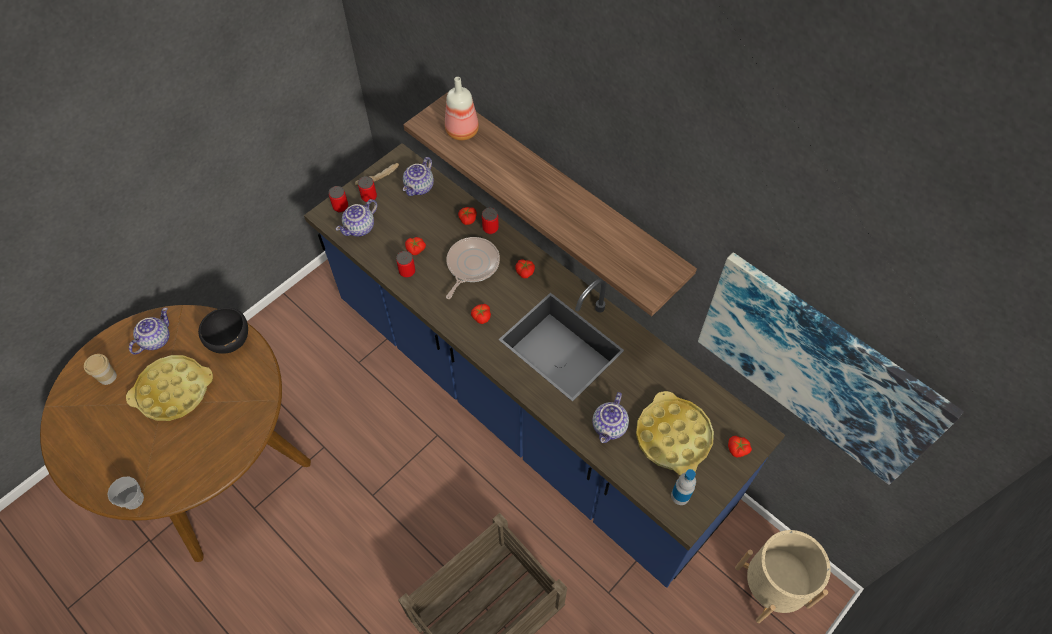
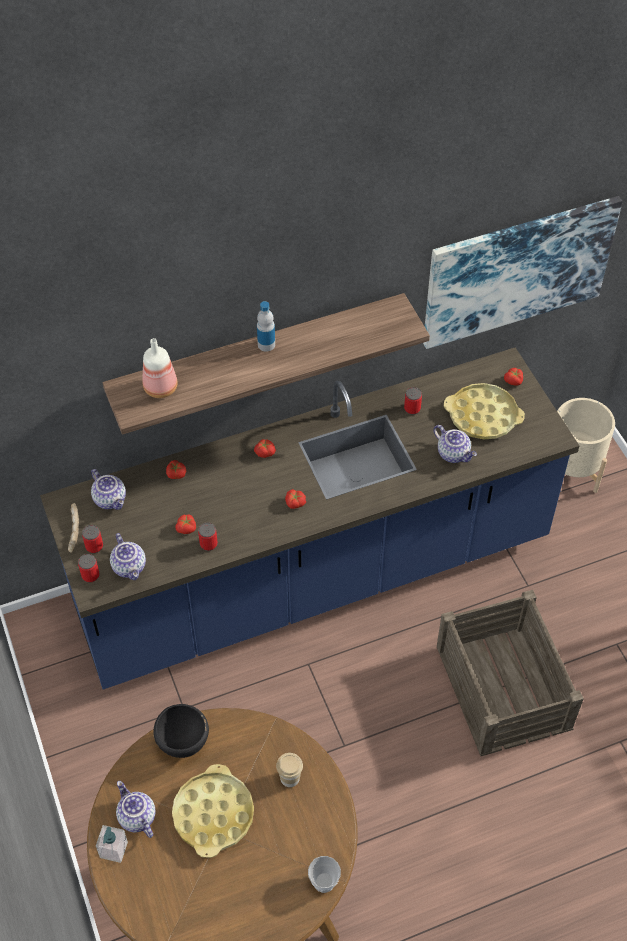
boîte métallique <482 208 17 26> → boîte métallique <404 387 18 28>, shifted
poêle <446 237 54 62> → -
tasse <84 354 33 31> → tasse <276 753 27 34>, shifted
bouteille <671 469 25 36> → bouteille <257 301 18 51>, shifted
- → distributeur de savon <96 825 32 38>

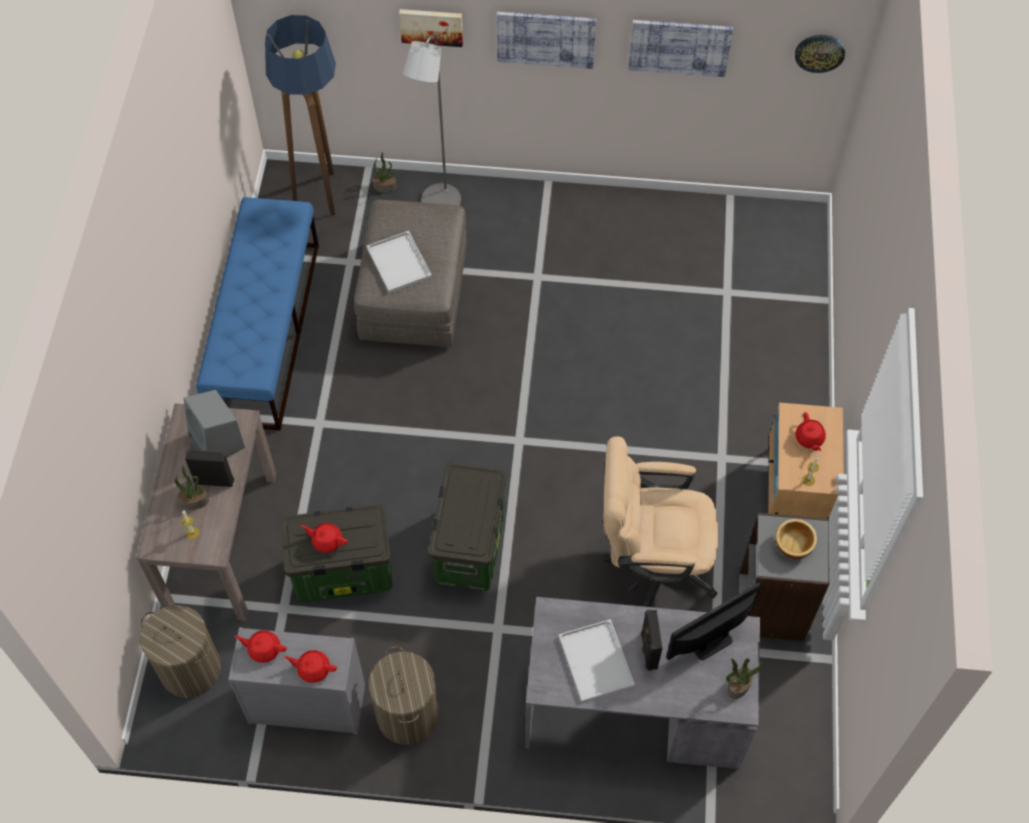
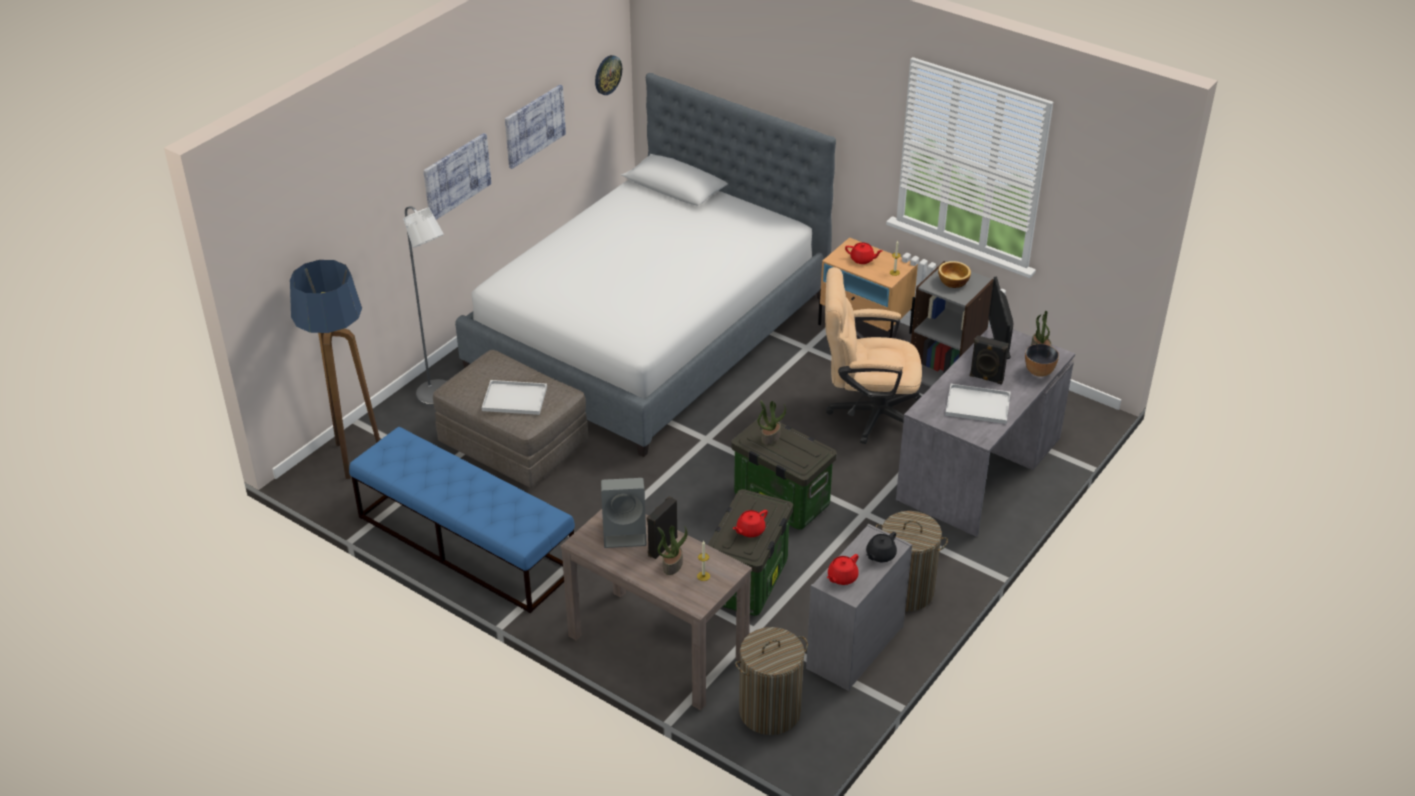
tableau <399 9 64 38> → -
plante en pot <372 152 24 41> → plante en pot <757 401 29 44>, shifted
chaise de bureau (beige) <604 436 114 171> → chaise de bureau (beige) <825 267 97 177>, 60 degrees clockwise
théière (rouge) <284 650 53 33> → théière (noir) <866 532 31 30>
- → lit <455 73 381 384>
- → bol <1025 344 34 33>

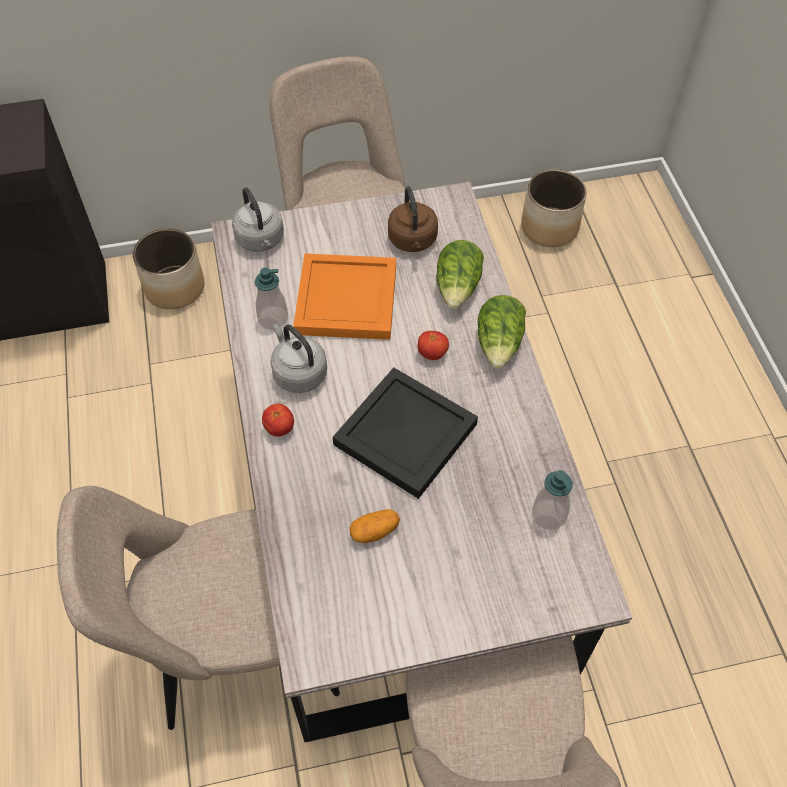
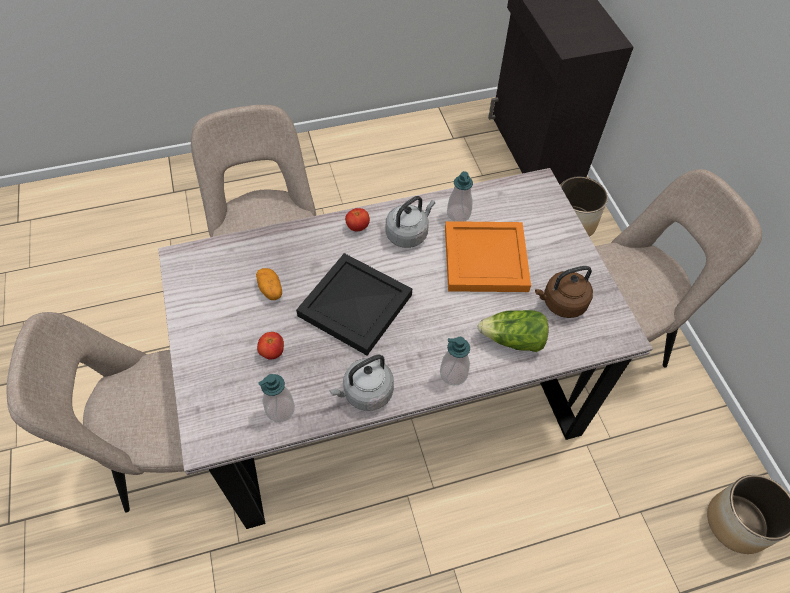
bouilloire (gris) <232 187 52 65> → bouilloire (gris) <330 355 64 56>, shifted
laitue <478 295 48 74> → distributeur de savon <440 337 30 49>
tomate <418 331 31 29> → tomate <257 332 27 27>, shifted

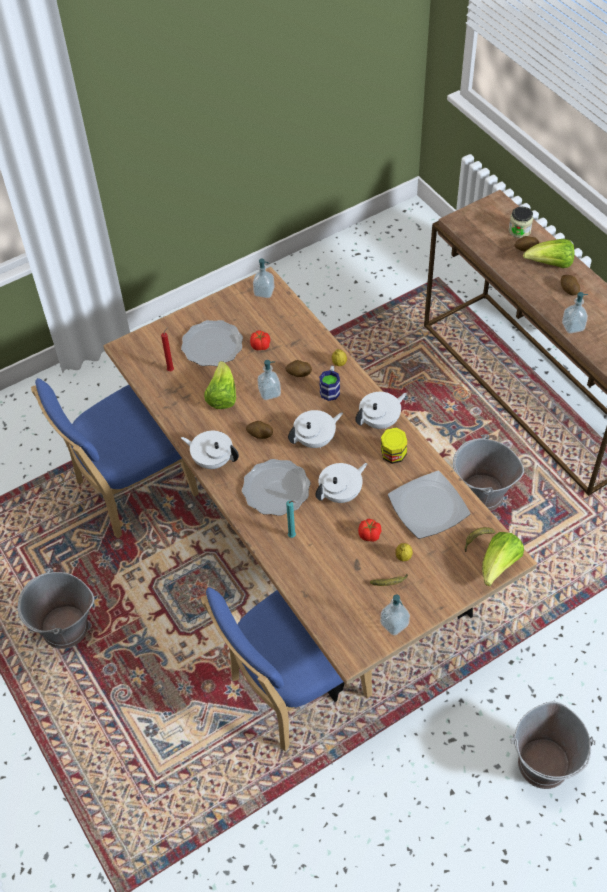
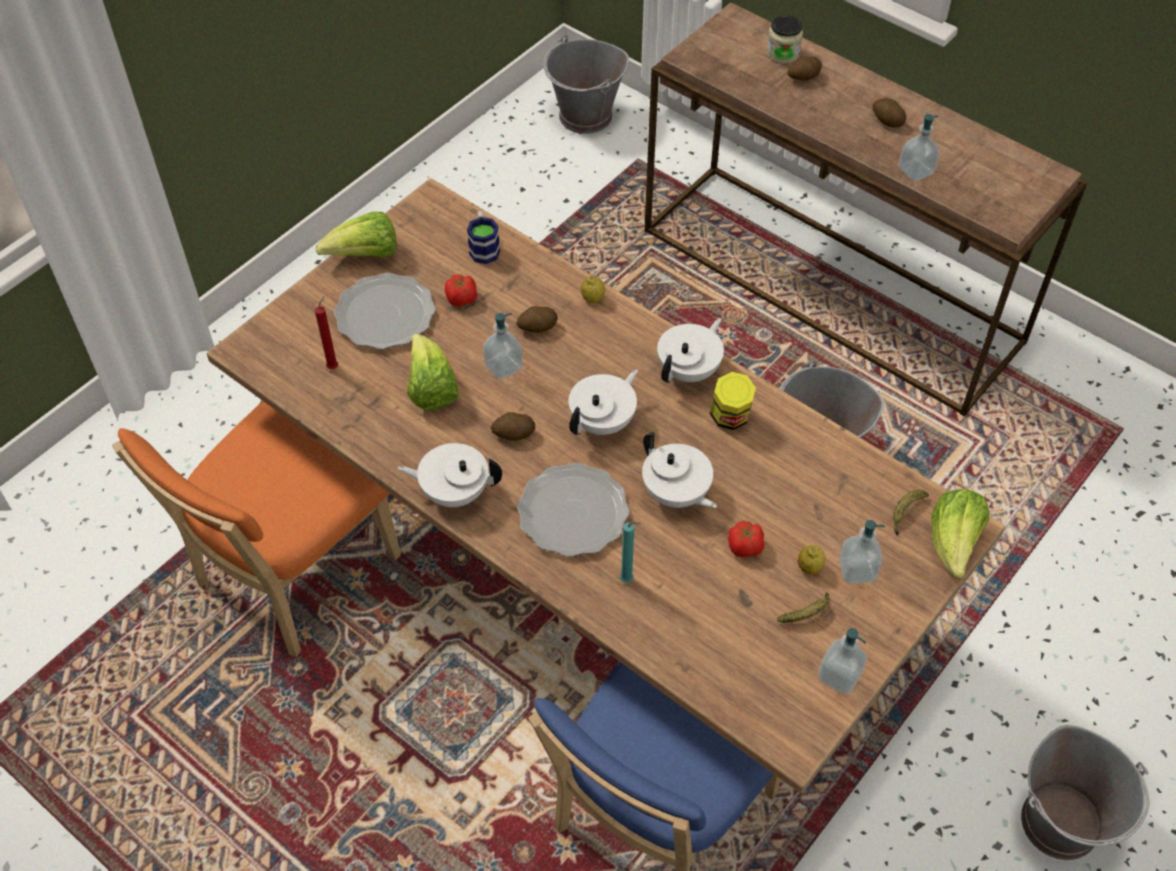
laitue <523 239 52 29> → laitue <316 212 81 46>, shifted
distributeur de savon <253 259 21 39> → distributeur de savon <839 520 46 64>, shifted
mug <319 366 21 35> → mug <467 211 33 53>, shifted
chaise (bleu) <31 378 168 161> → chaise (orange) <112 401 289 256>
théière (blanc) <315 463 52 40> → théière (blanc) <642 432 75 76>, 105 degrees clockwise
assiette <388 471 82 68> → -
seau (gris) <18 568 76 81> → seau (gris) <543 35 86 99>, shifted

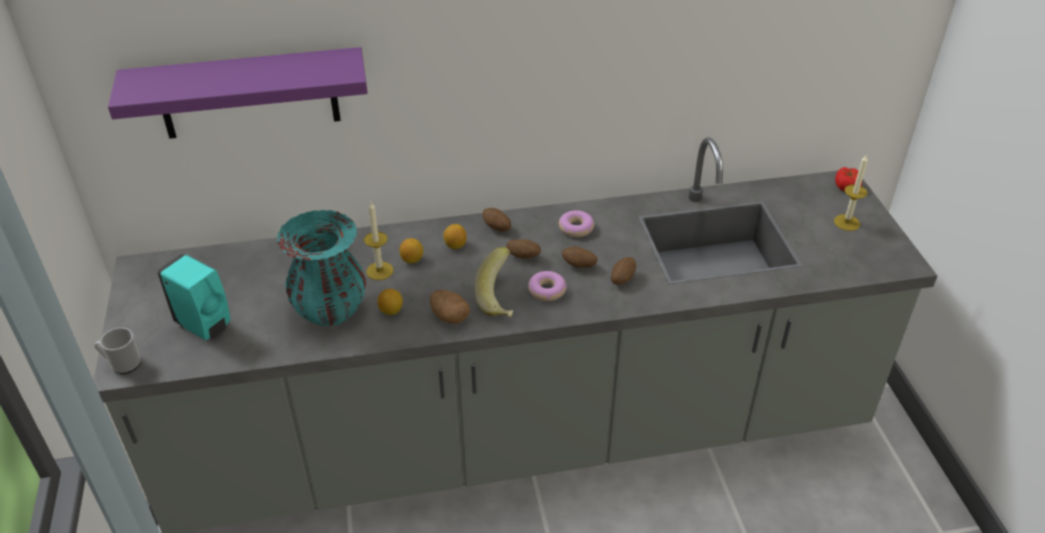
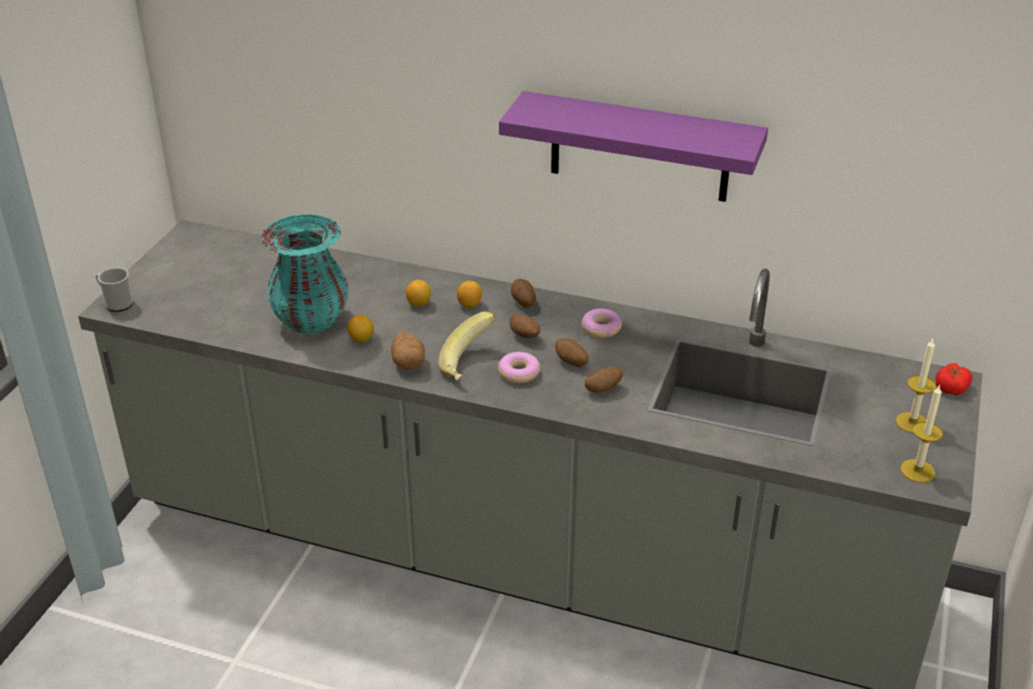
étagère (violet) <108 47 260 92> → étagère (violet) <499 91 269 111>, shifted
bougie <364 202 29 78> → bougie <900 384 43 99>, shifted
distributeur de savon (turquoise) <157 254 73 86> → -

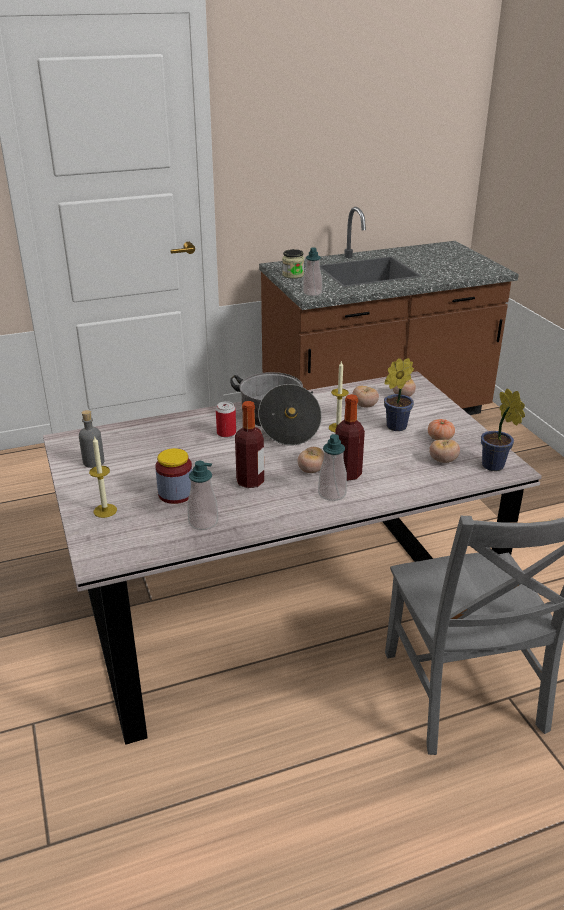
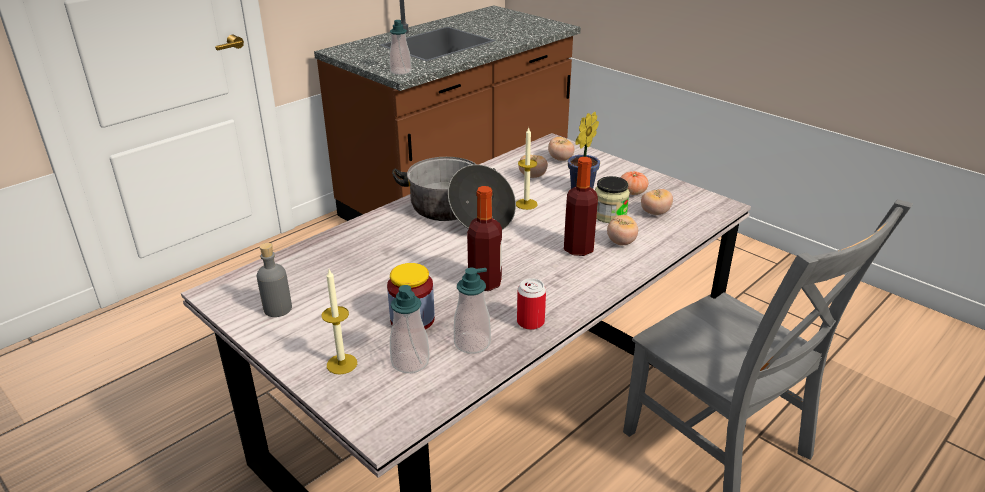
bocal <282 249 22 30> → bocal <595 176 35 47>, shifted
plante en pot <481 388 44 83> → -
boîte métallique <216 401 20 37> → boîte métallique <517 278 29 52>, shifted
distributeur de savon <318 434 29 67> → distributeur de savon <390 285 40 88>, shifted
tomate <298 447 26 26> → tomate <607 215 31 30>, shifted

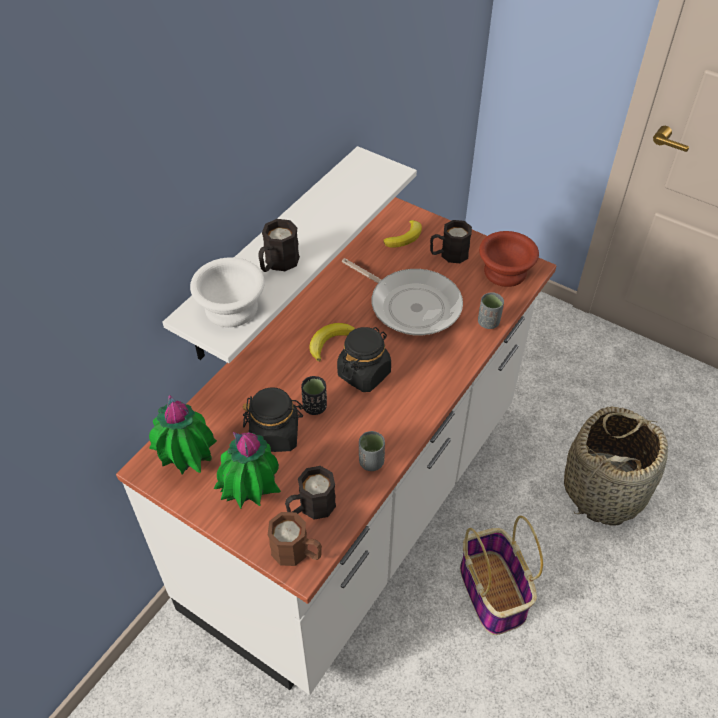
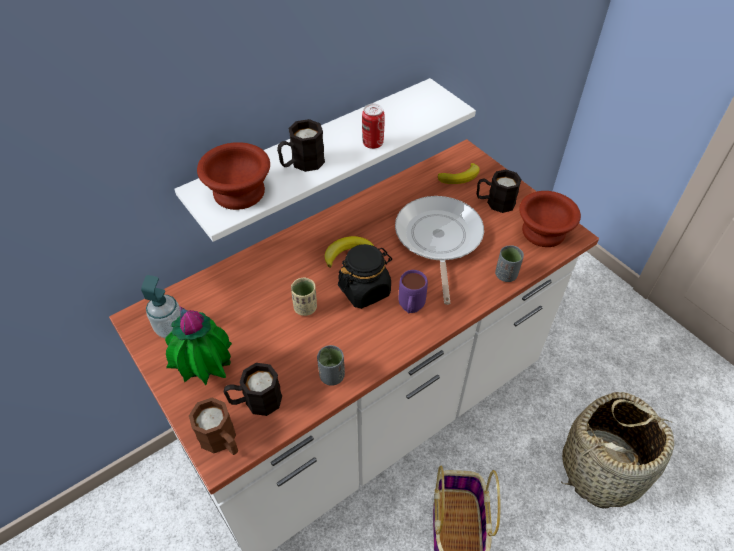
bol (blanc) <190 257 75 70> → bol (marron) <197 142 73 68>
poêle <342 258 121 78> → poêle <395 196 89 109>, 150 degrees counterclockwise
tasse (noir) <301 376 26 39> → tasse (beige) <291 278 26 38>
bocal (noir) <243 387 61 65> → -
plante en pot <149 395 68 79> → distributeur de savon <141 275 39 63>
- → boîte métallique <362 104 23 45>
- → mug (violet) <399 270 29 43>

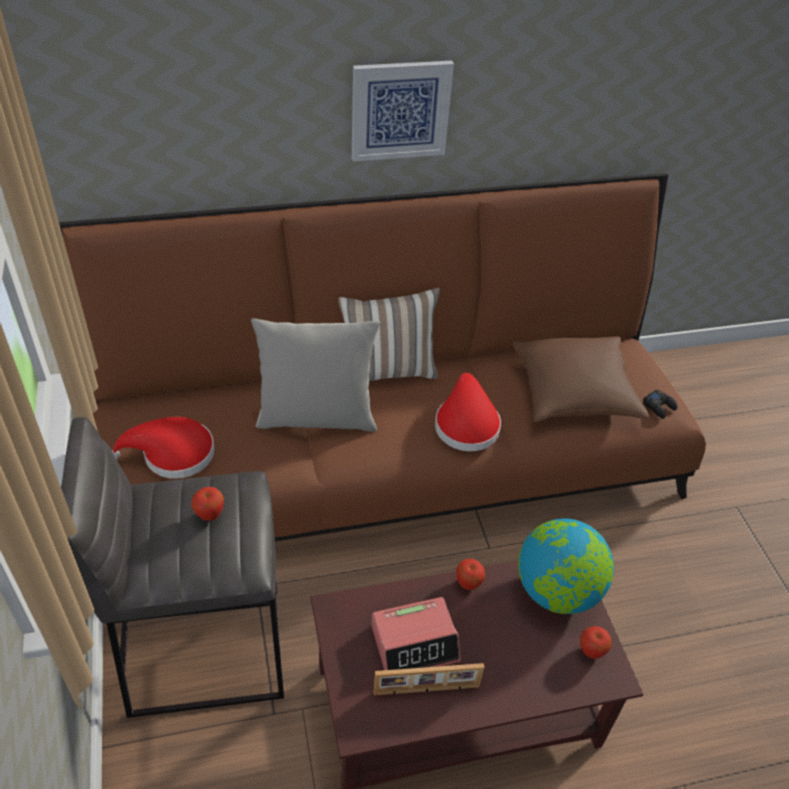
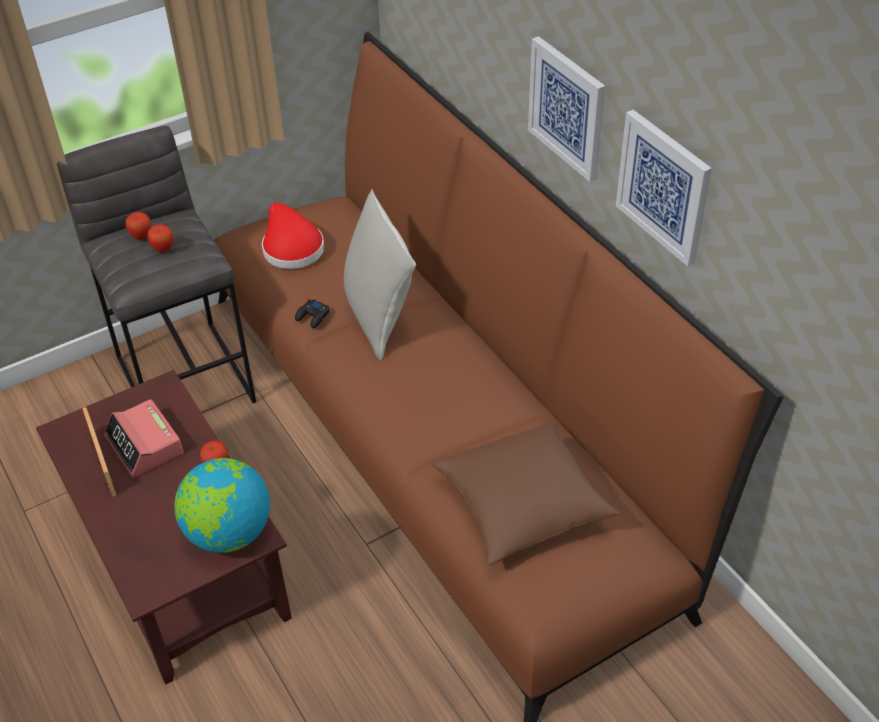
coussin <338 288 102 93> → -
chapeau (rouge) <435 373 66 78> → -
manette (noir) <643 390 35 29> → manette (noir) <295 299 35 29>, shifted
pomme <580 626 31 33> → pomme <126 212 25 28>, shifted
- → tableau <616 110 96 156>

